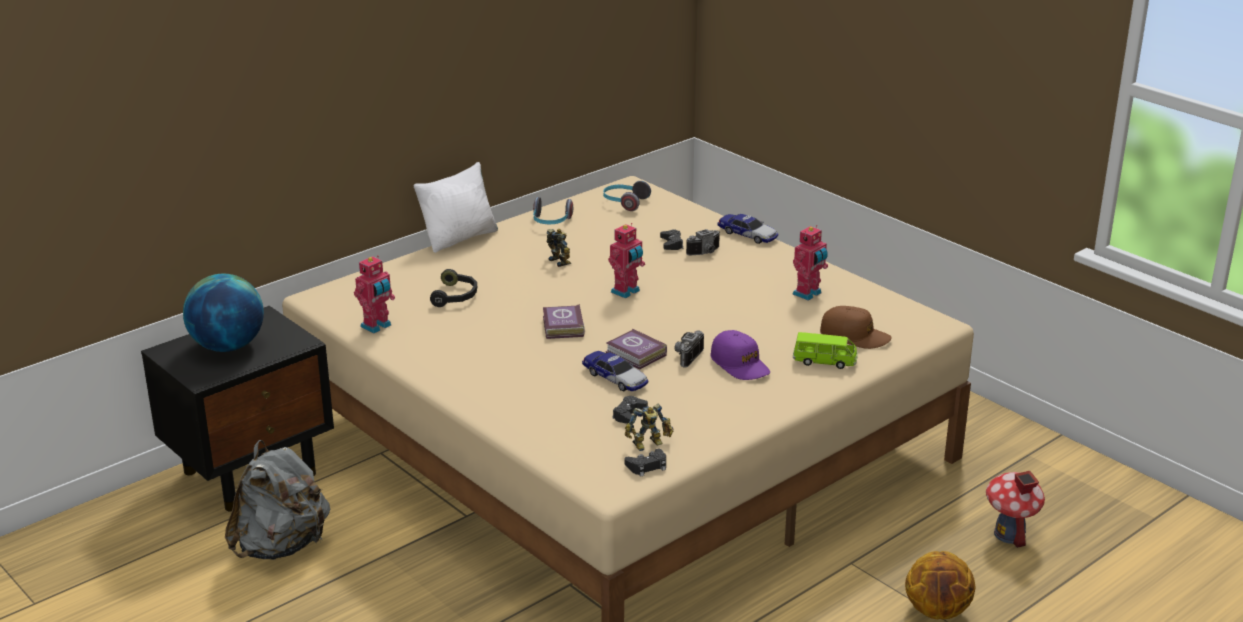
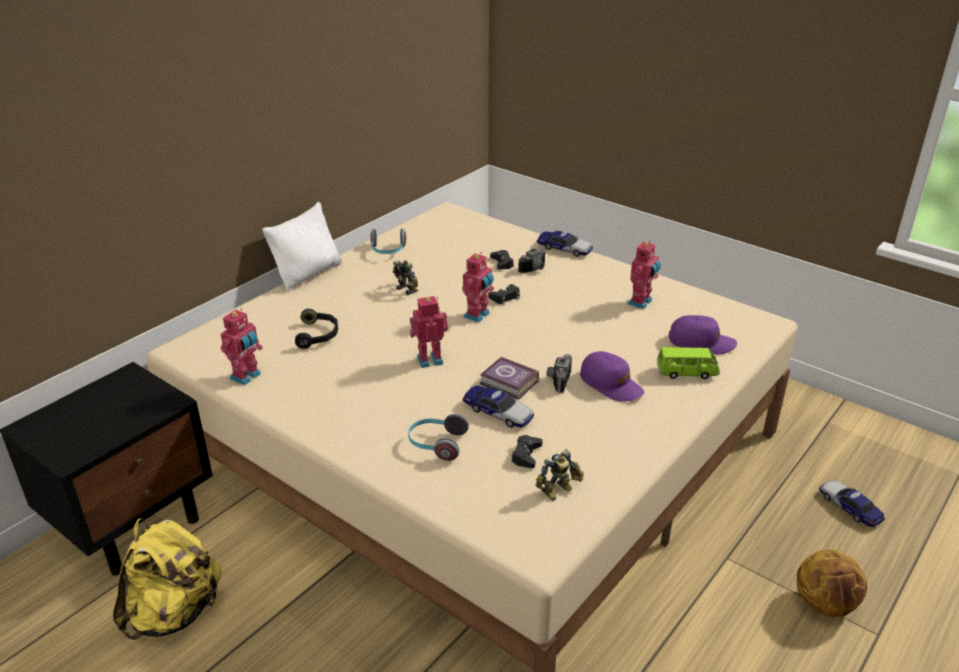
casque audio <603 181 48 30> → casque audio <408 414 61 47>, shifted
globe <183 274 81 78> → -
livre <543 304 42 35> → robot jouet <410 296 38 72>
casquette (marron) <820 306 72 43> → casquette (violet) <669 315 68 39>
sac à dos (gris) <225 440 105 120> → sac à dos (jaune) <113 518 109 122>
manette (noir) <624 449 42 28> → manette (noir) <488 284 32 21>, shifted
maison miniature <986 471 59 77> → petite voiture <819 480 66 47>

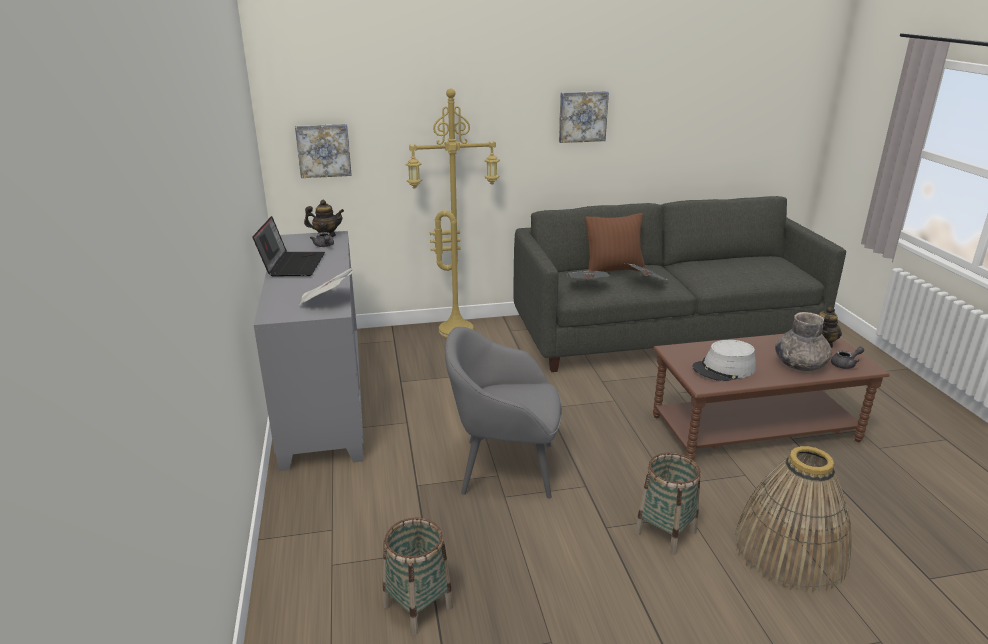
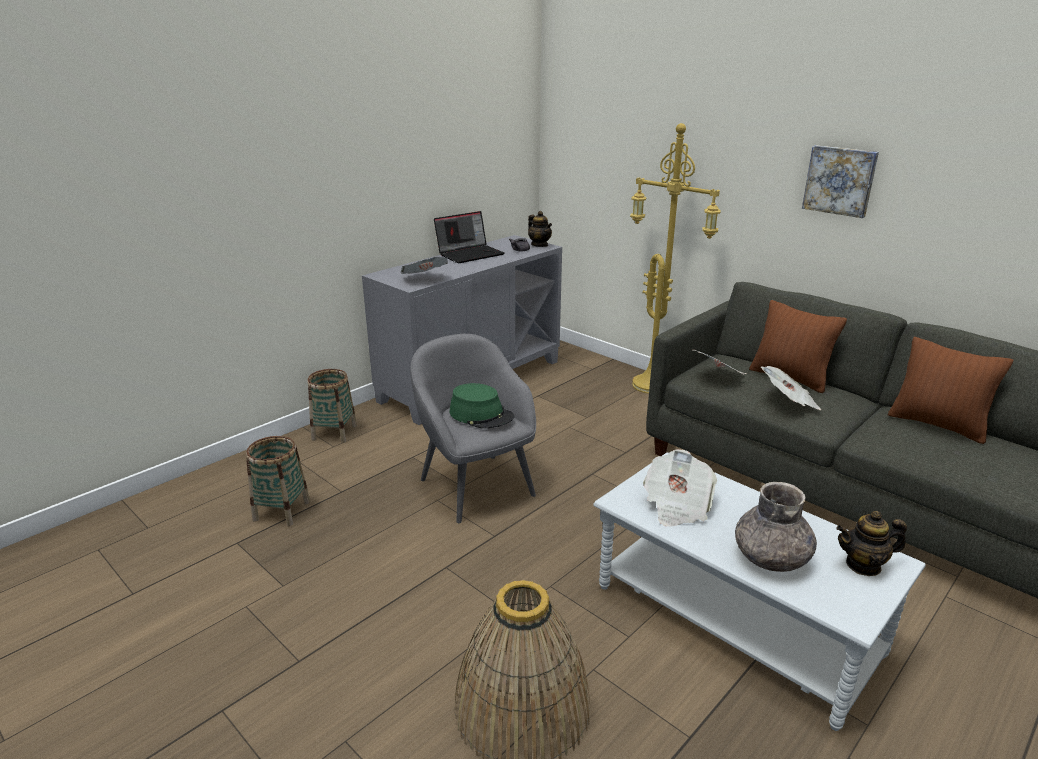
tableau <295 124 57 54> → -
table basse (marron) <653 334 237 126> → table basse (gris) <593 453 333 278>
chapeau (gris) <692 340 64 41> → journal <643 449 74 77>
théière (gris) <831 347 33 22> → -
panier <635 453 66 102> → panier <307 369 50 74>, shifted
- → coussin (marron) <888 337 125 107>
- → chapeau (vert) <449 383 65 46>

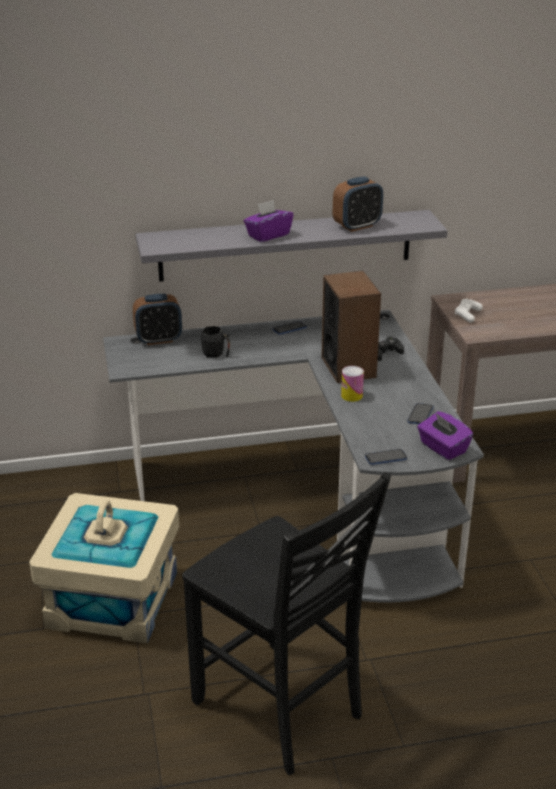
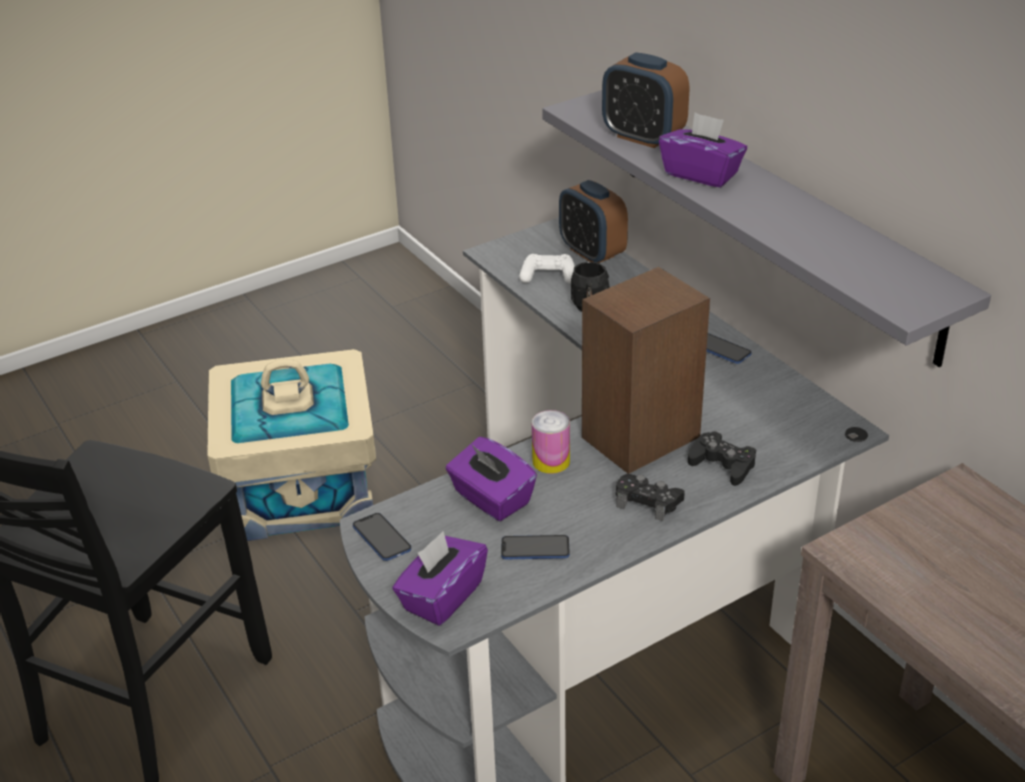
réveil <333 176 50 56> → réveil <602 52 88 96>, shifted
manette (blanc) <455 299 28 24> → manette (blanc) <519 254 56 30>, shifted
- → boîte à mouchoirs (violet) <446 437 91 84>
- → manette (noir) <616 474 69 47>

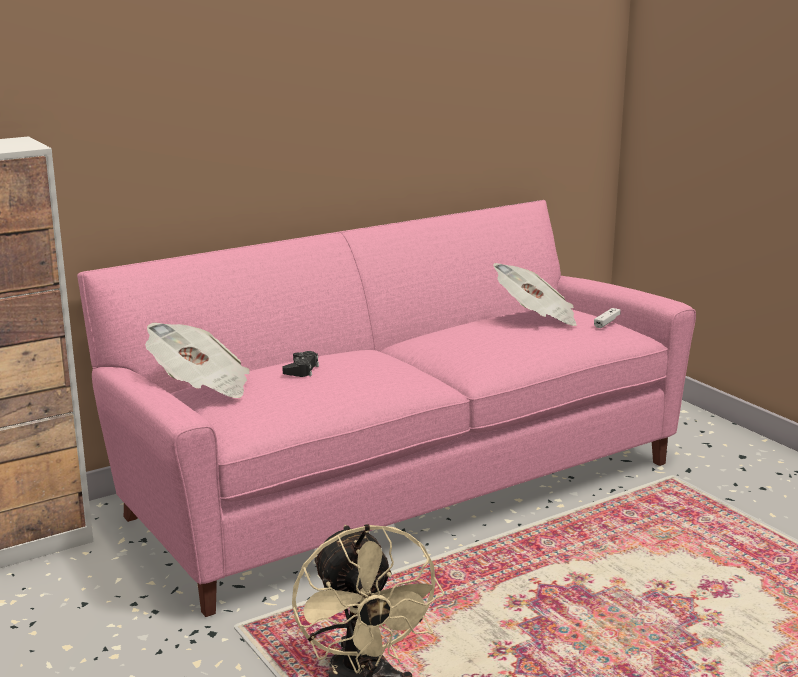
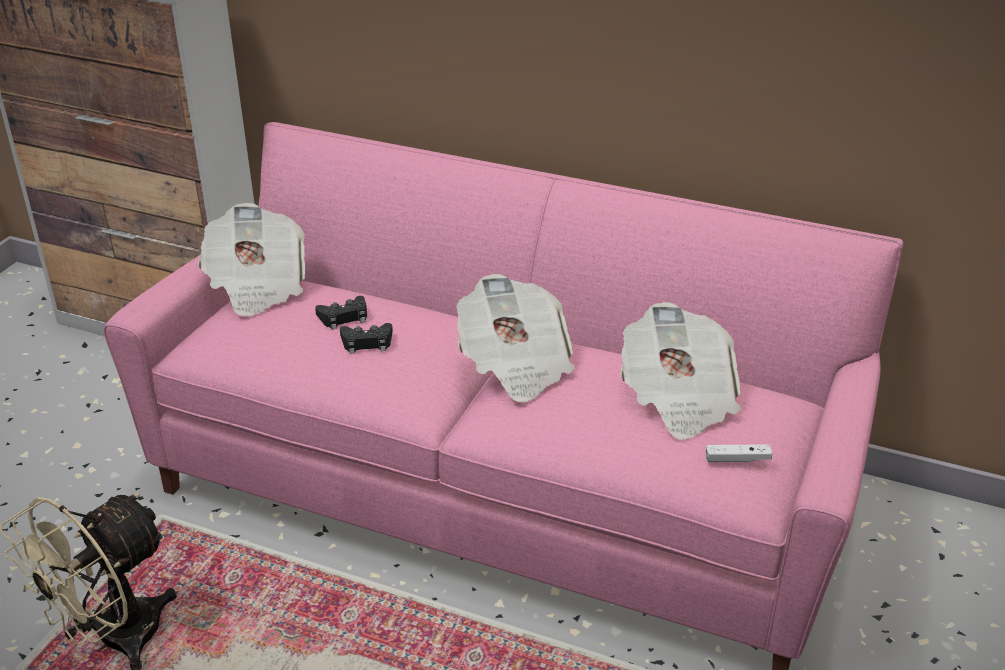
- → journal <457 274 118 129>
- → manette (noir) <340 323 53 31>

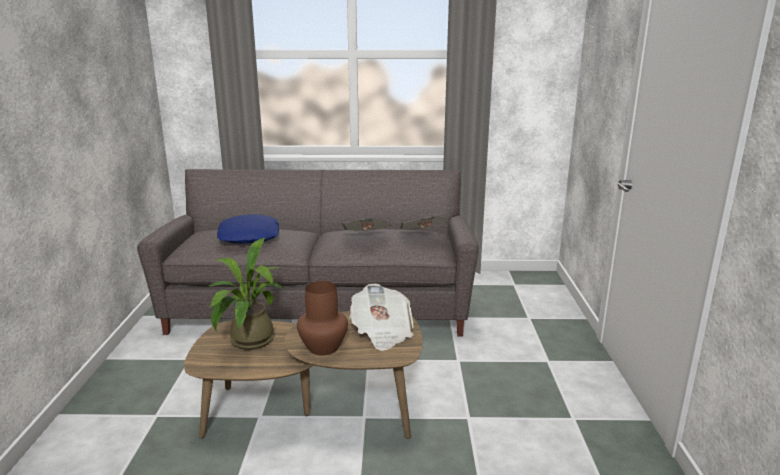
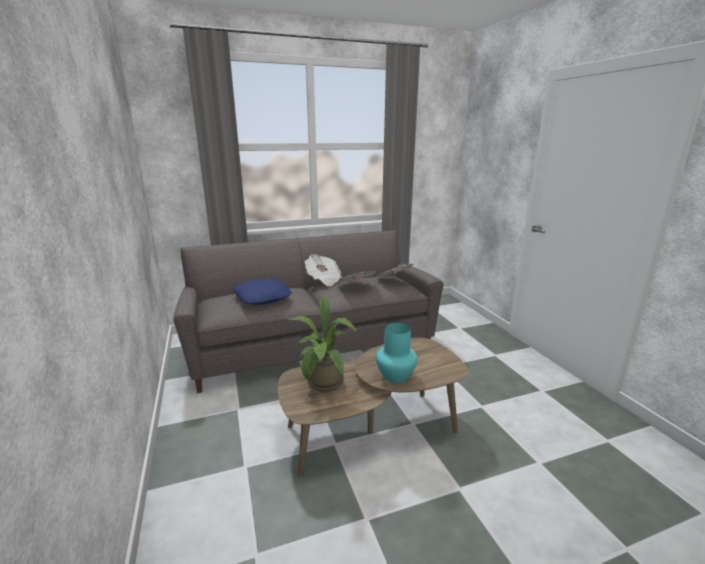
vase (marron) <297 281 51 74> → vase (turquoise) <376 323 41 60>
journal <349 284 65 67> → journal <304 254 38 32>, shifted

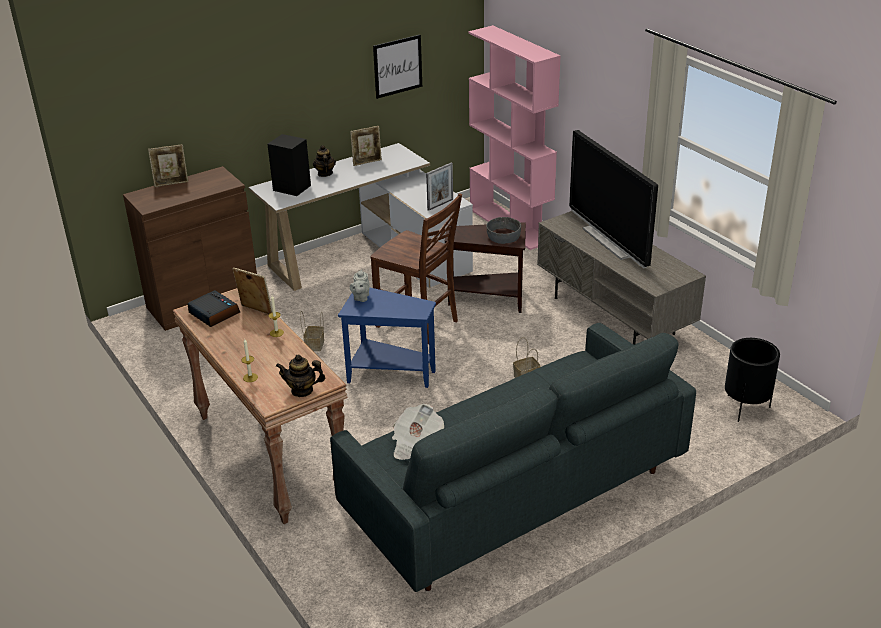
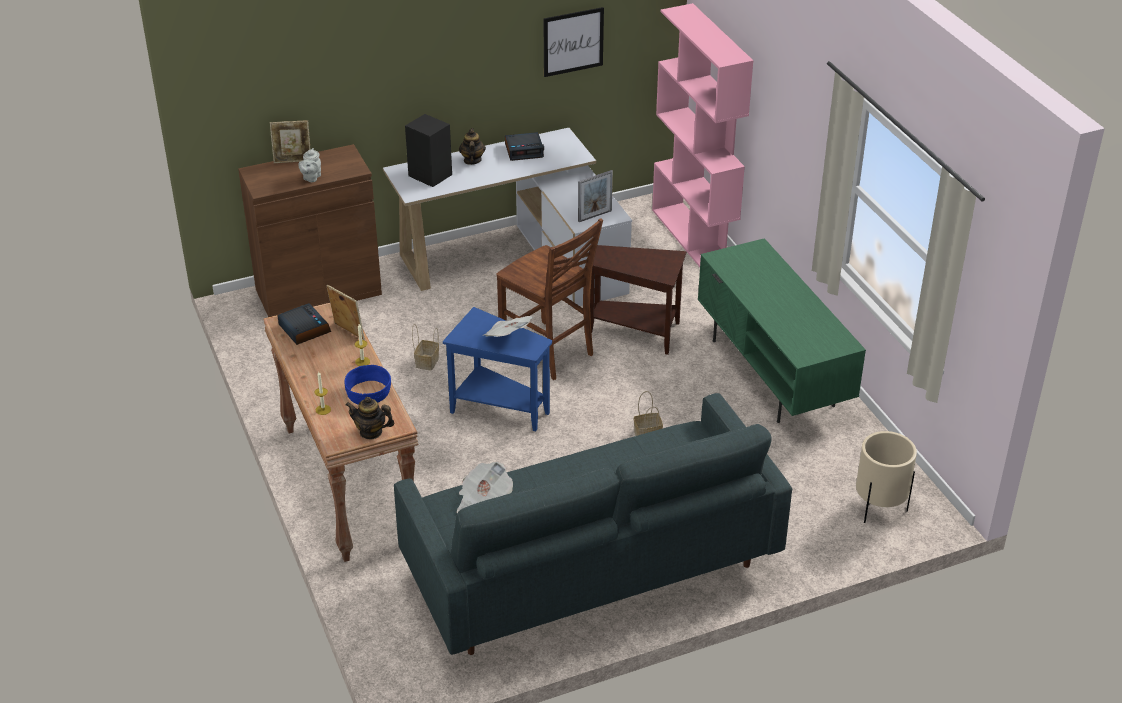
cadre photo <350 126 32 40> → réveil <505 132 39 29>
téléviseur <569 130 89 138> → -
meuble télé (gris) <537 211 169 134> → meuble télé (vert) <698 238 168 185>
bol (gris) <486 217 35 27> → -
théière (gris) <350 269 20 33> → théière (gris) <298 148 23 34>, shifted
cache-pot (noir) <725 338 55 84> → cache-pot (beige) <856 431 61 92>
- → journal <483 316 50 21>
- → bol (bleu) <344 365 47 40>

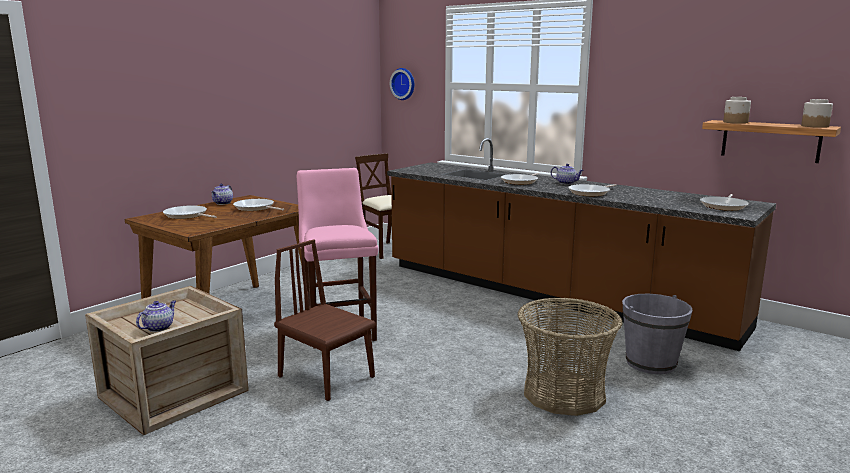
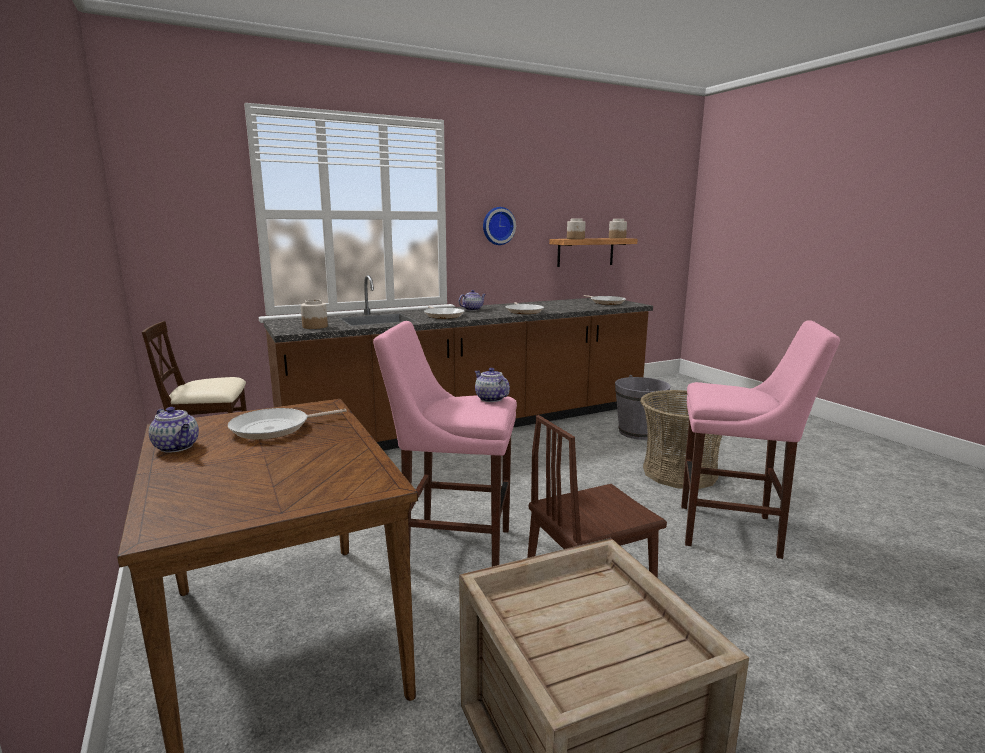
horloge murale <390 68 24 32> → horloge murale <483 207 33 38>, shifted
poêle <163 205 54 14> → -
théière <136 301 40 31> → théière <475 368 35 34>, shifted
- → bocal <301 299 27 30>
- → tabouret (rose) <681 320 159 239>

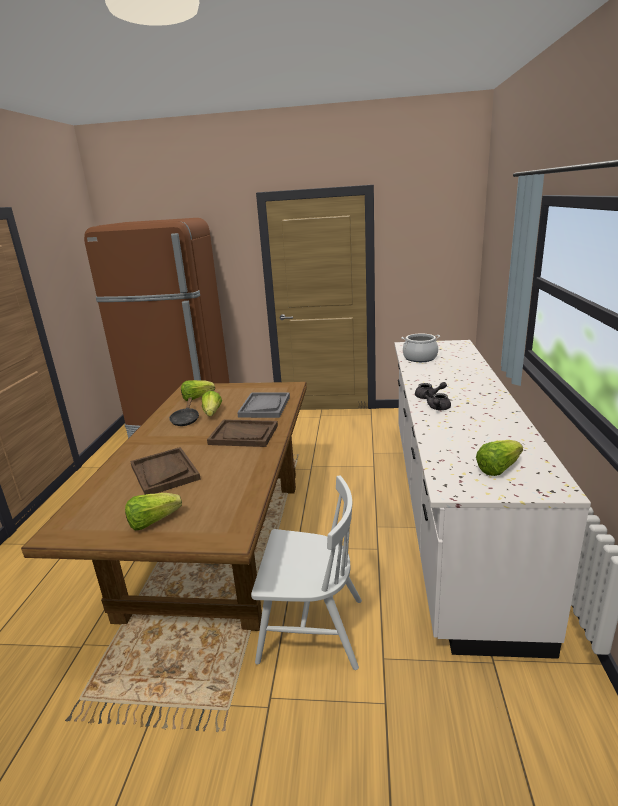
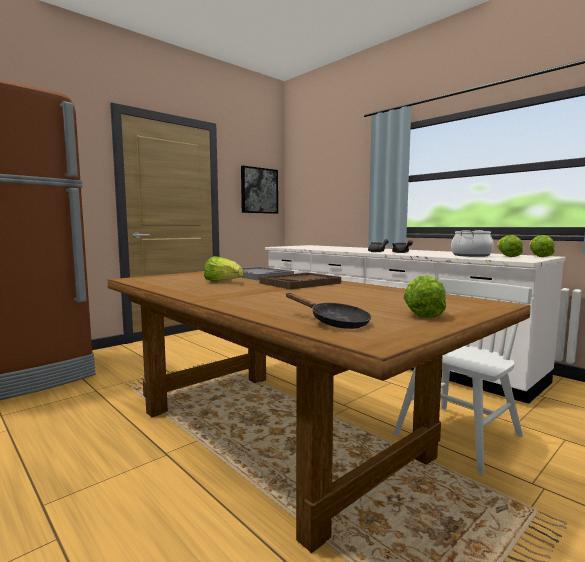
marmite <401 334 39 28> → marmite <451 230 43 27>, shifted
laitue <181 380 34 21> → laitue <529 235 26 22>, shifted
poêle (noir) <169 398 30 28> → poêle (noir) <286 293 85 36>, shifted
plateau (marron) <130 447 71 48> → -
- → tableau <241 166 37 48>

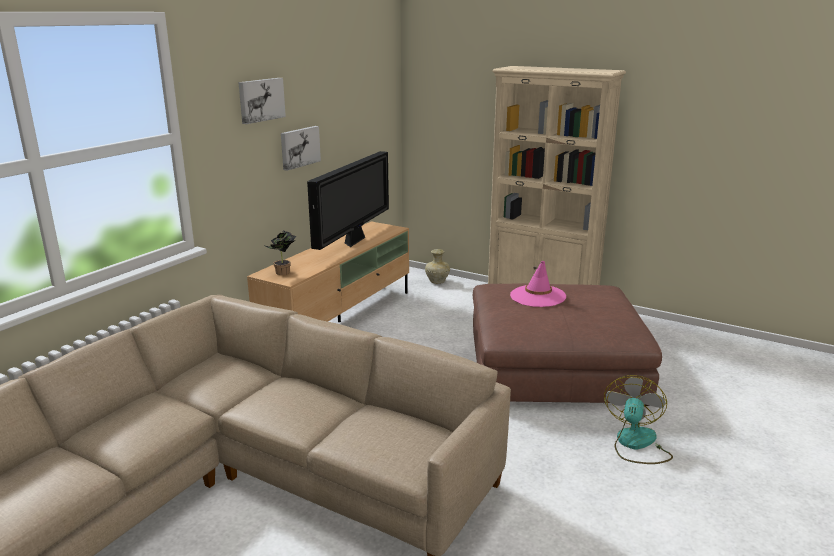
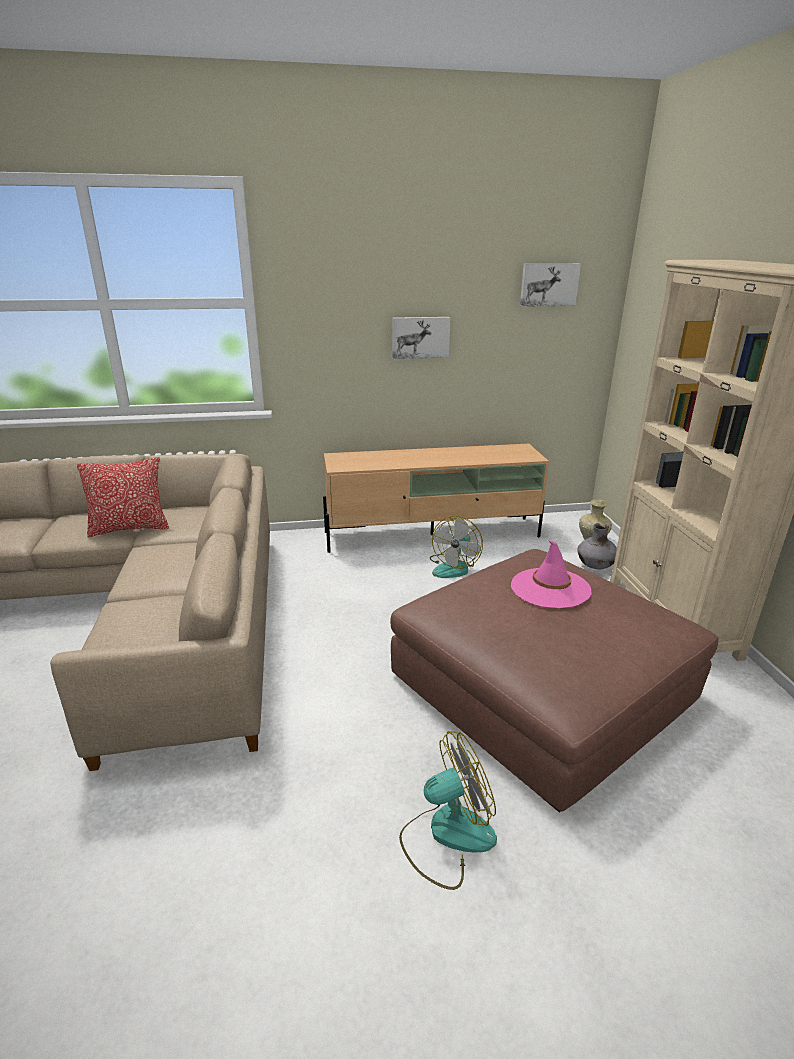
tableau <238 78 48 46> → tableau <520 264 61 43>, shifted
téléviseur <307 151 82 99> → -
plante en pot <265 230 31 45> → -
- → coussin <77 457 92 80>
- → ventilateur <430 516 53 62>
- → vase (gris) <577 523 40 47>

